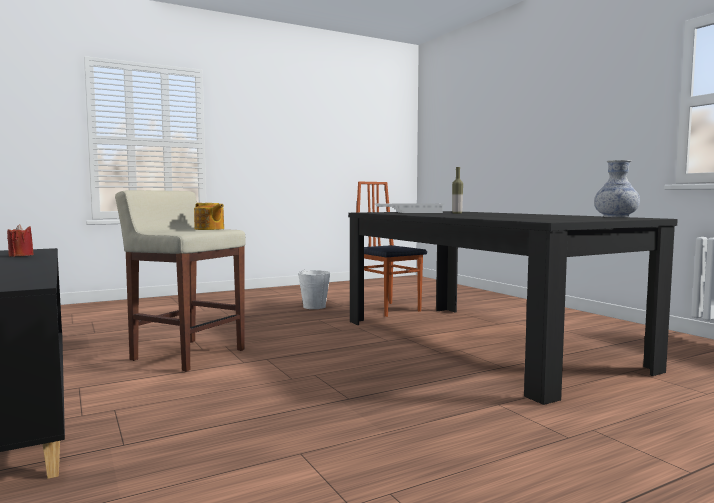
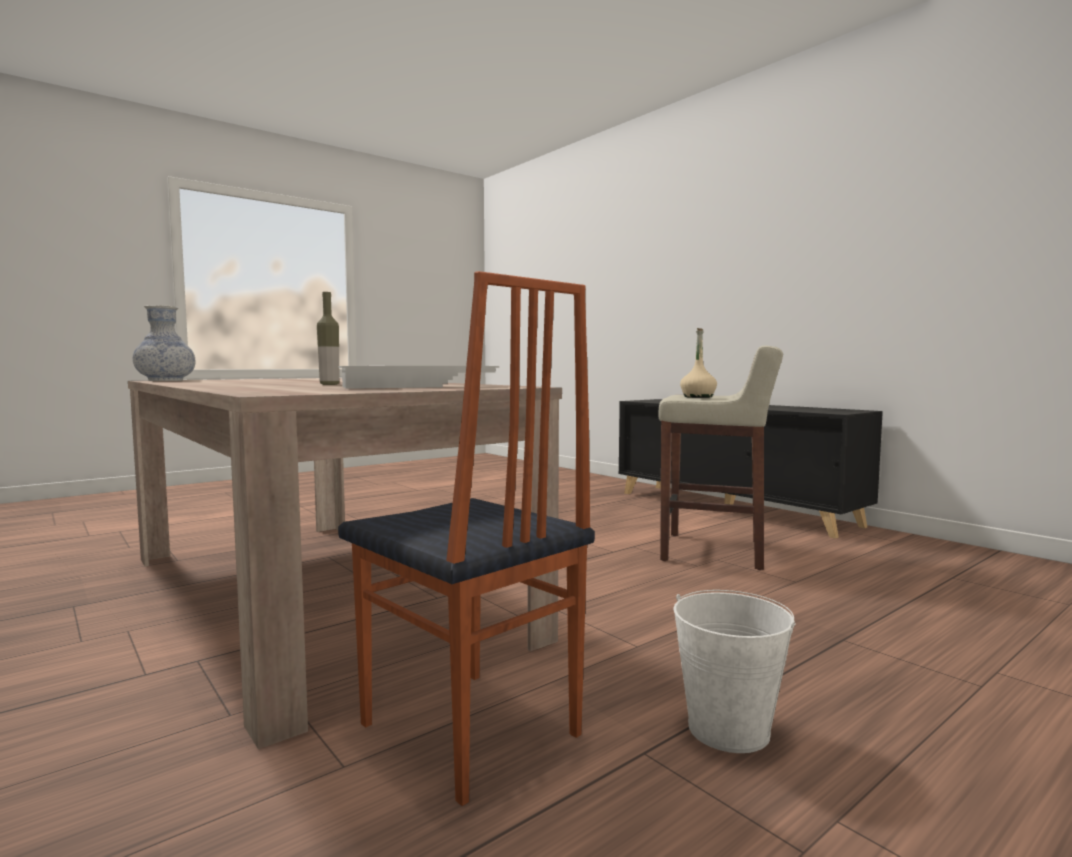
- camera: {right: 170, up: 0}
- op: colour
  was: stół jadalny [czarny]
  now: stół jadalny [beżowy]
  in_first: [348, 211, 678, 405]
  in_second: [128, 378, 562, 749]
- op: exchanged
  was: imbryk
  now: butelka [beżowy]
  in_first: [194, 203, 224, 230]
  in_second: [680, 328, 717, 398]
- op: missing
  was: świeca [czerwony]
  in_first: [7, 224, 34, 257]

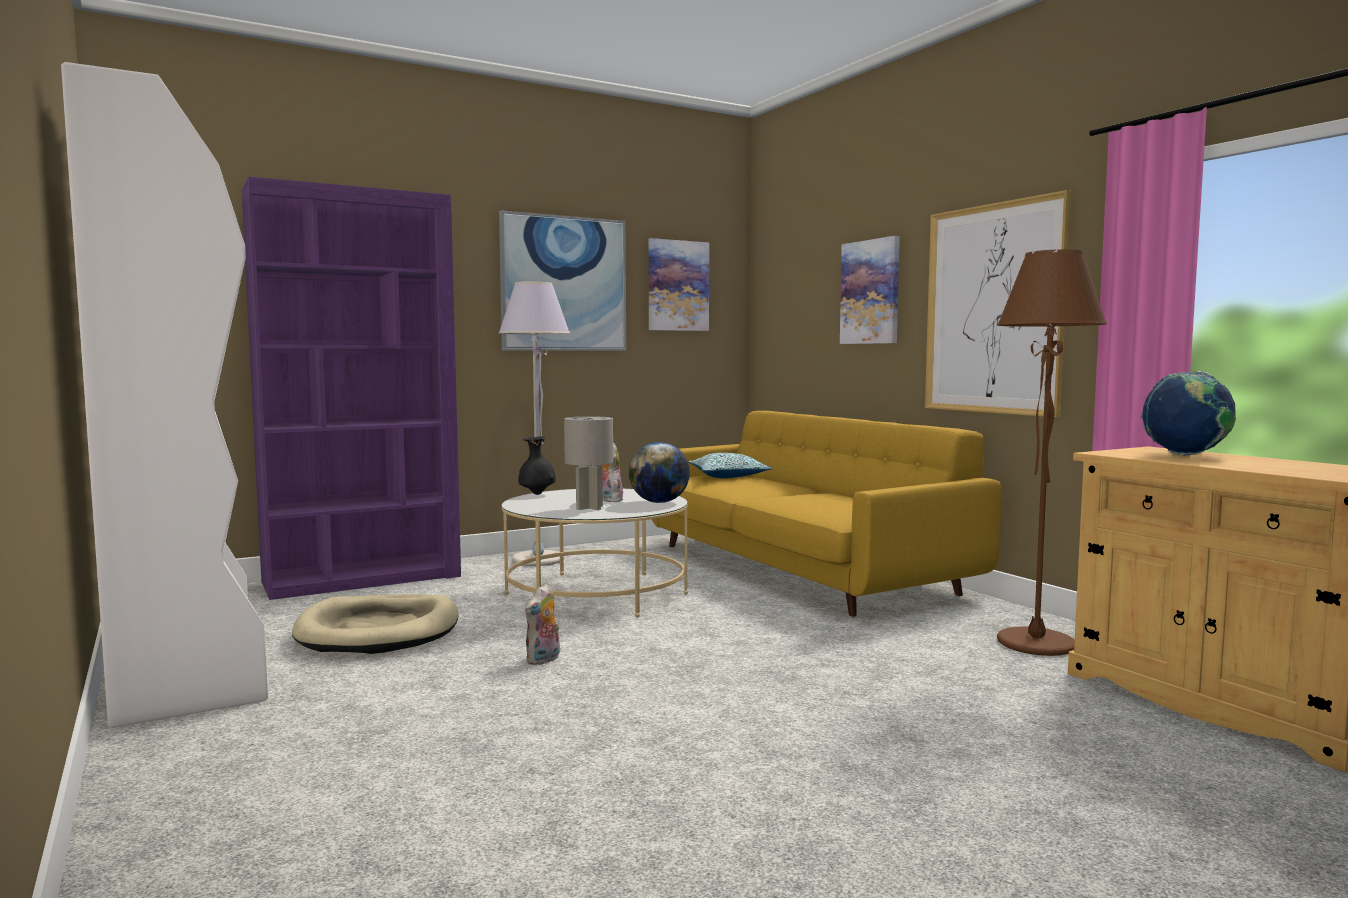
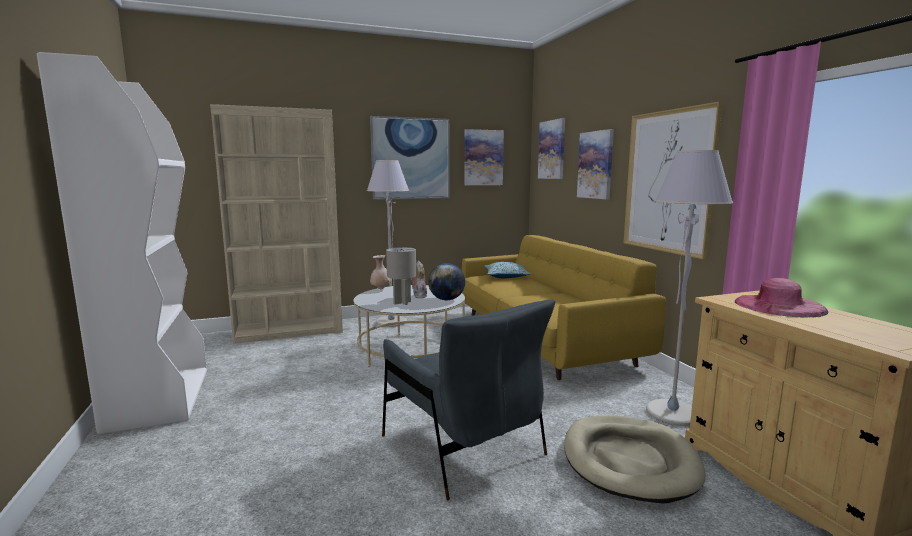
- camera: {right: 10, up: 5}
- op: colour
  was: regał [fioletowy]
  now: regał [beżowy]
  in_first: [241, 176, 461, 600]
  in_second: [210, 104, 343, 344]
- op: colour
  was: wazon [czarny]
  now: wazon [beżowy]
  in_first: [518, 437, 556, 495]
  in_second: [370, 255, 392, 290]
- op: appeared
  now: fotel [szary]
  in_second: [382, 300, 556, 500]
- op: appeared
  now: obraz
  in_second: [538, 118, 565, 179]
- op: relocated
  was: legowisko [beżowy]
  in_first: [292, 594, 458, 654]
  in_second: [564, 416, 706, 504]
- op: colour
  was: lampa stojąca [brązowy]
  now: lampa stojąca [szary]
  in_first: [997, 249, 1107, 656]
  in_second: [646, 150, 733, 426]
- op: exchanged
  was: globus
  now: kapelusz [różowy]
  in_first: [1141, 371, 1236, 456]
  in_second: [735, 278, 828, 317]
- op: missing
  was: pluszak
  in_first: [525, 584, 560, 665]

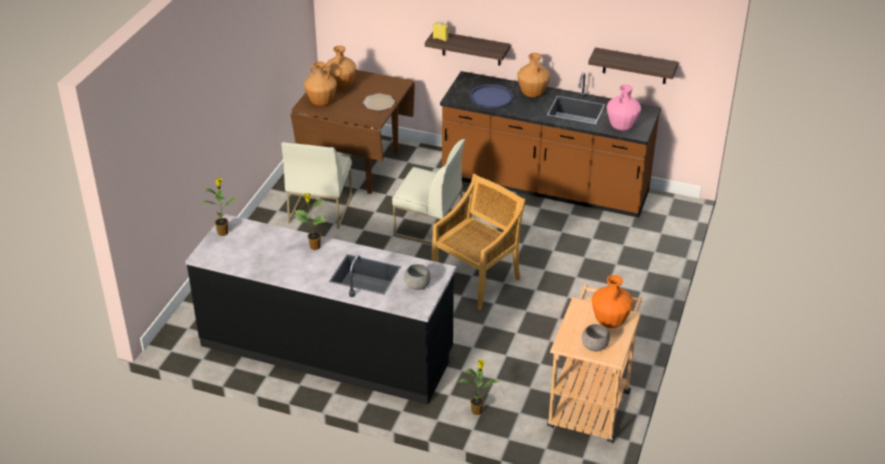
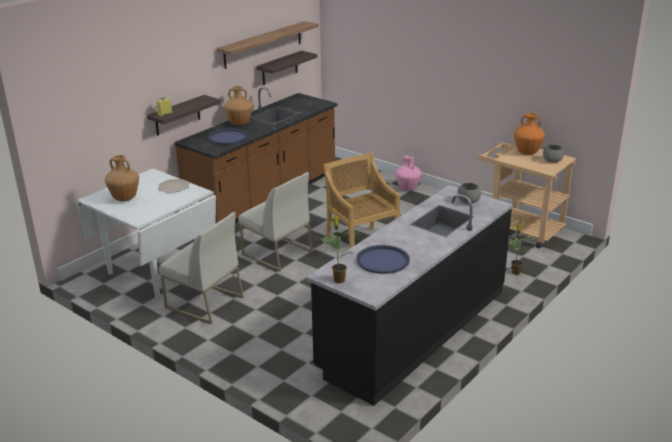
- camera: {right: -70, up: -10}
- op: colour
  was: stół jadalny [brązowy]
  now: stół jadalny [biały]
  in_first: [291, 70, 415, 194]
  in_second: [76, 169, 216, 299]
- op: appeared
  now: półka
  in_second: [217, 21, 318, 69]
- op: spun
  was: krzesło [biały]
  in_first: [392, 139, 465, 245]
  in_second: [239, 172, 313, 272]
  clockwise: 90
- op: appeared
  now: taca [niebieski]
  in_second: [356, 245, 410, 274]
- op: relocated
  was: wazon [różowy]
  in_first: [607, 84, 641, 131]
  in_second: [395, 155, 422, 191]
- op: missing
  was: roślina doniczkowa
  in_first: [295, 193, 327, 250]
- op: missing
  was: wazon [brązowy]
  in_first: [304, 61, 337, 106]

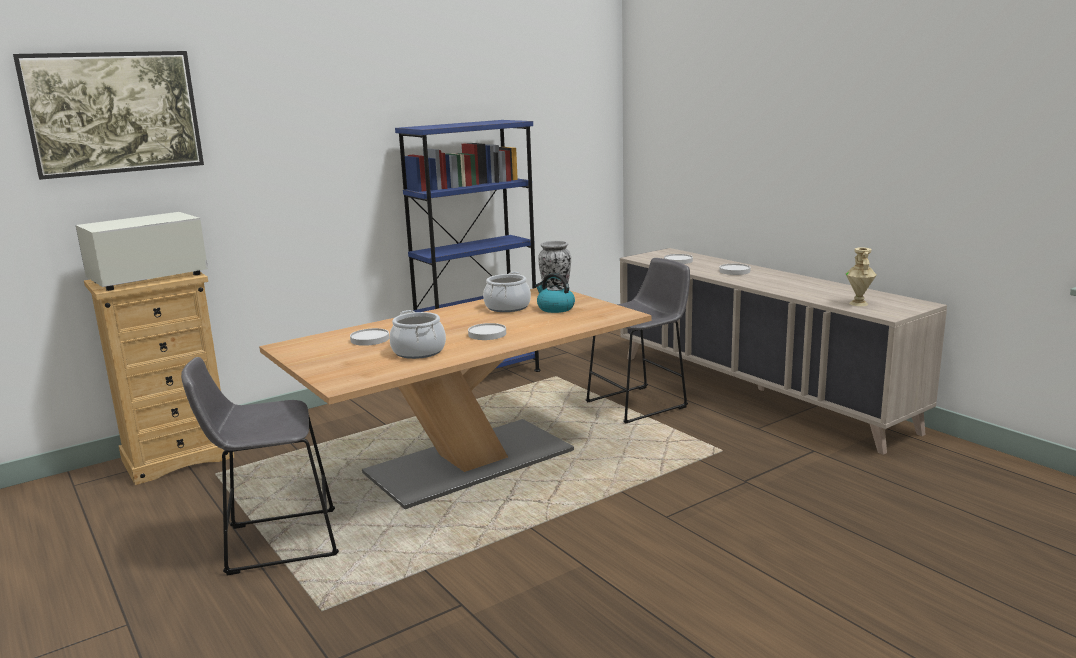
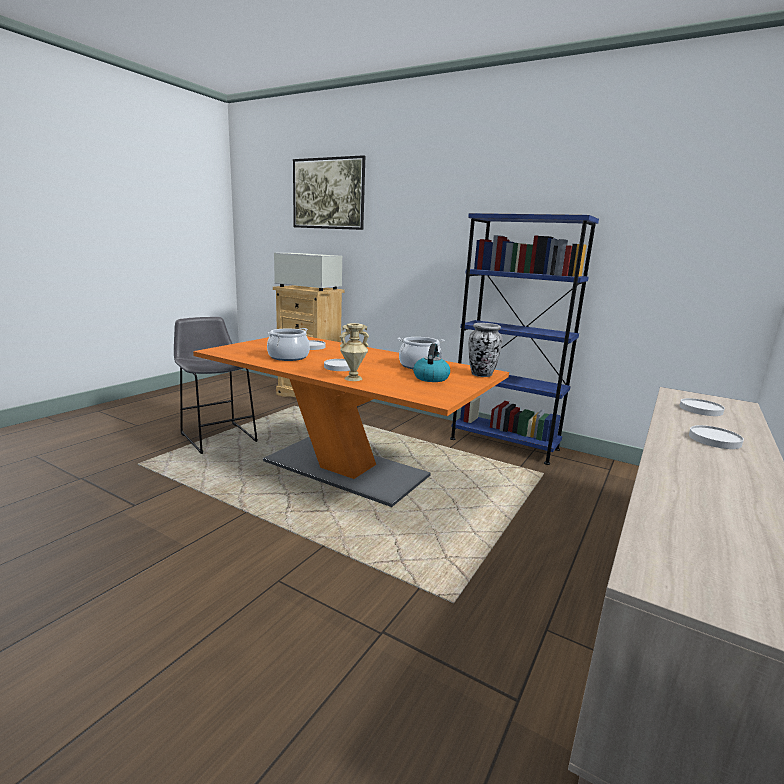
- camera: {right: 65, up: 0}
- op: colour
  was: stół jadalny [beżowy]
  now: stół jadalny [pomarańczowy]
  in_first: [259, 288, 651, 509]
  in_second: [193, 336, 509, 507]
- op: relocated
  was: wazon [beżowy]
  in_first: [846, 247, 877, 306]
  in_second: [340, 323, 369, 381]
- op: missing
  was: stołek [szary]
  in_first: [586, 258, 690, 423]

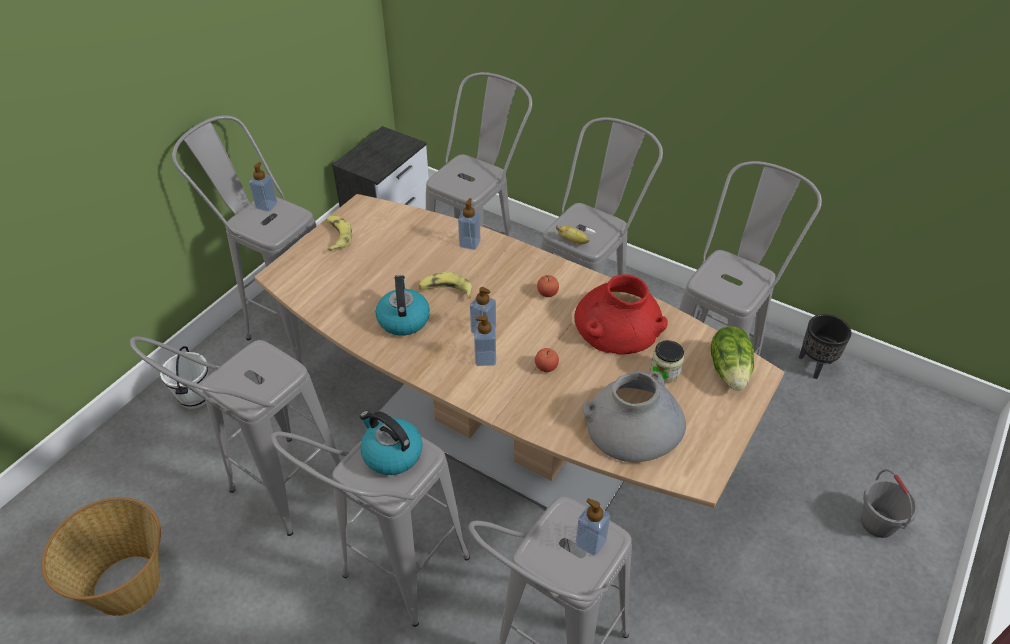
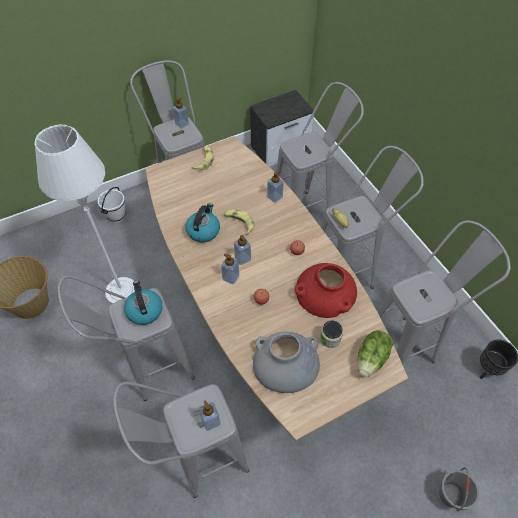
- camera: {right: 30, up: 10}
- op: exchanged
  was: stołek [szary]
  now: lampa stojąca [biały]
  in_first: [130, 336, 341, 536]
  in_second: [34, 125, 135, 304]

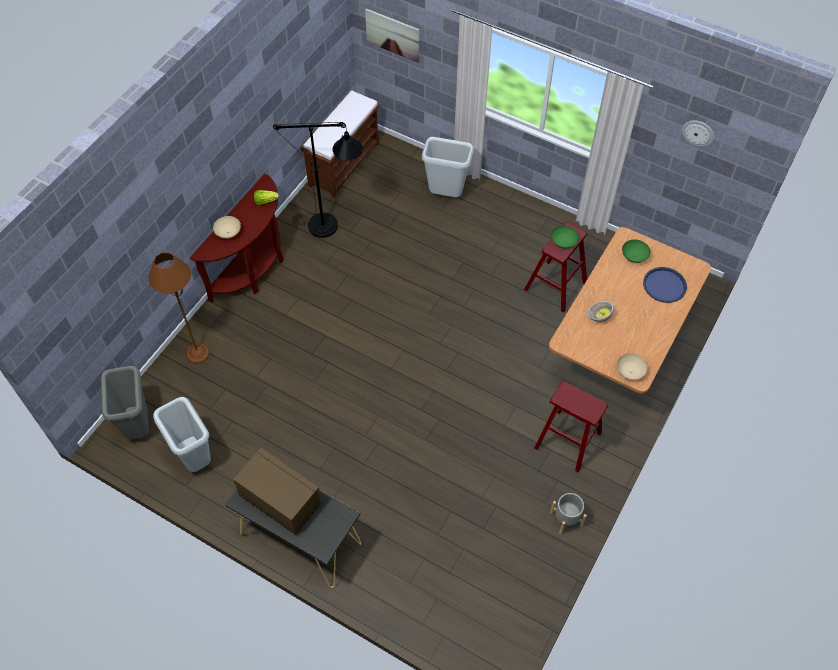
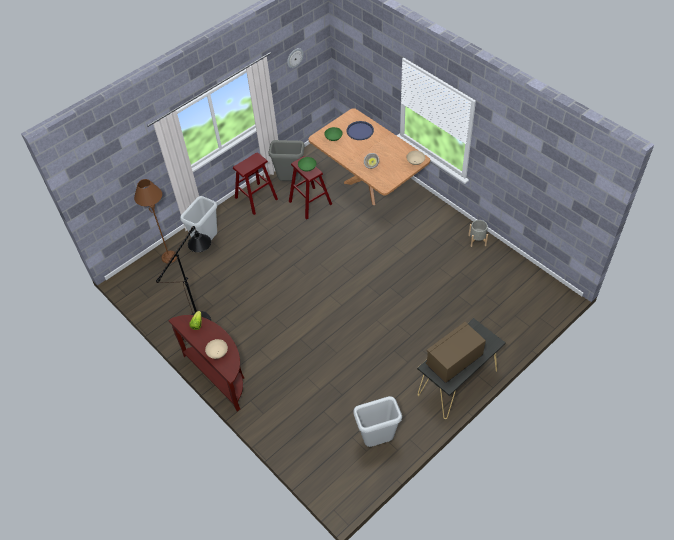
- camera: {right: -70, up: -5}
- op: relocated
  was: lampa stojąca [brązowy]
  in_first: [149, 252, 210, 363]
  in_second: [134, 179, 177, 263]
- op: relocated
  was: stołek [czerwony]
  in_first: [534, 381, 608, 473]
  in_second: [233, 152, 278, 215]
- op: relocated
  was: kosz na śmieci [szary]
  in_first: [101, 366, 149, 440]
  in_second: [269, 140, 305, 181]
- op: missing
  was: ławka [brązowy]
  in_first: [300, 90, 380, 198]
- op: missing
  was: obraz
  in_first: [365, 8, 419, 63]

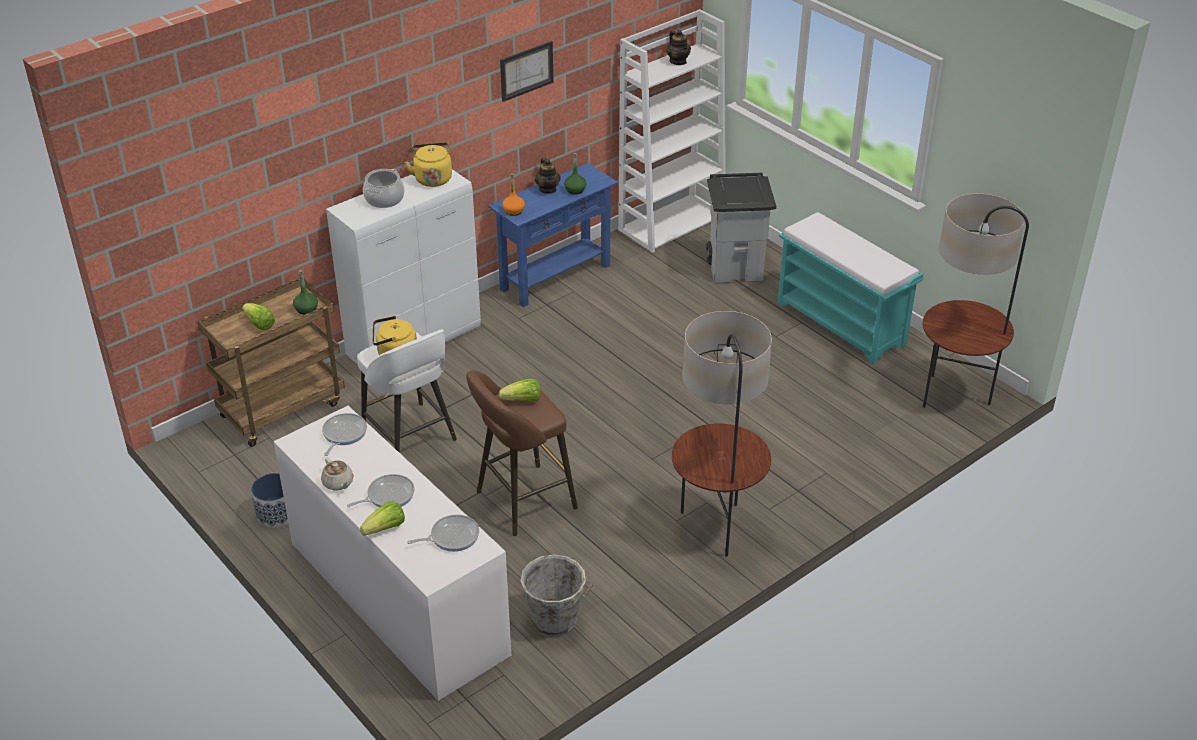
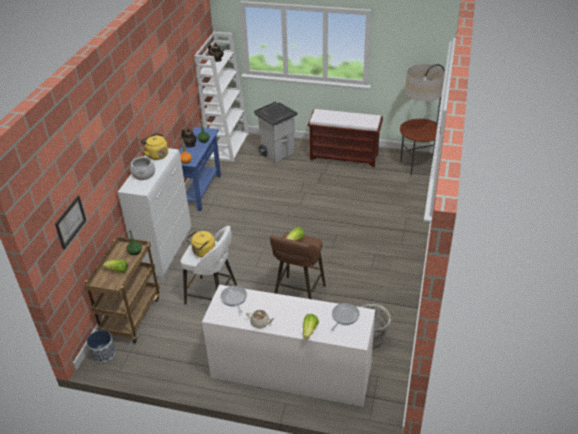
- camera: {right: -35, up: 0}
- op: relocated
  was: obraz
  in_first: [500, 41, 554, 102]
  in_second: [55, 195, 86, 250]
- op: relocated
  was: donica
  in_first: [251, 473, 288, 527]
  in_second: [86, 330, 116, 363]
- op: colour
  was: ławka [turkusowy]
  now: ławka [brązowy]
  in_first: [777, 212, 923, 364]
  in_second: [307, 109, 383, 167]
- op: missing
  was: patelnia
  in_first: [347, 474, 415, 508]
- op: missing
  was: lampa stojąca
  in_first: [672, 311, 772, 557]

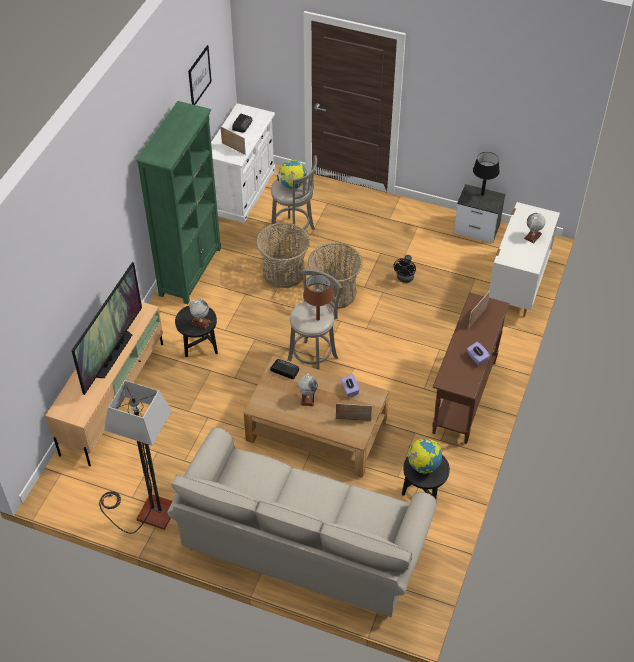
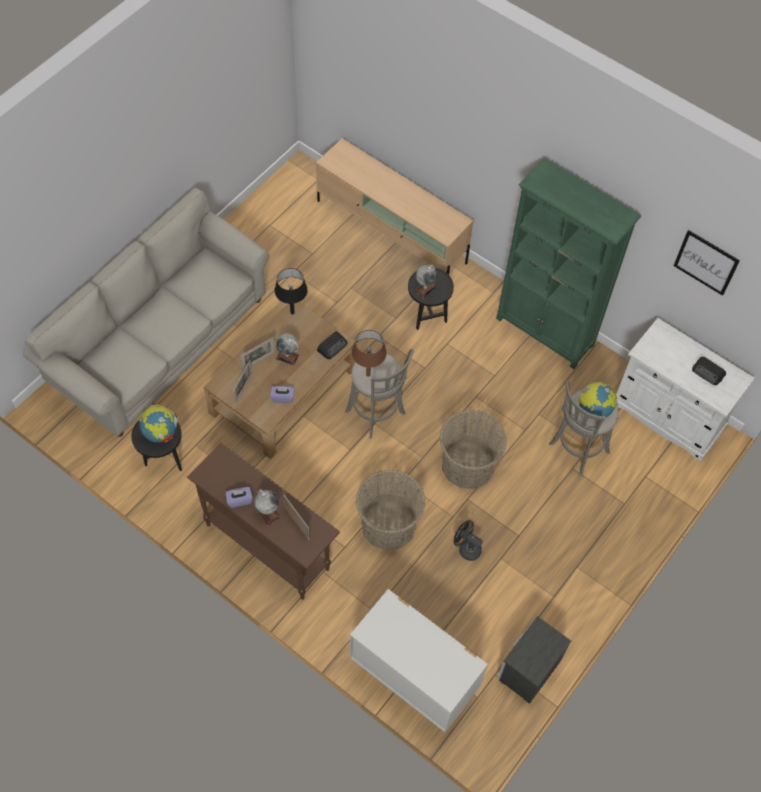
- camera: {right: 105, up: 10}
- op: relocated
  was: ramka na zdjęcie
  in_first: [220, 126, 246, 155]
  in_second: [240, 337, 275, 370]
- op: relocated
  was: globus
  in_first: [524, 213, 545, 243]
  in_second: [255, 489, 281, 525]
- op: relocated
  was: lampa stołowa [czarny]
  in_first: [473, 152, 500, 196]
  in_second: [275, 268, 308, 315]
- op: relocated
  was: koszyk
  in_first: [256, 223, 310, 288]
  in_second: [356, 470, 425, 550]
- op: missing
  was: telewizor
  in_first: [71, 262, 142, 395]
- op: missing
  was: lampa stojąca
  in_first: [99, 380, 172, 534]

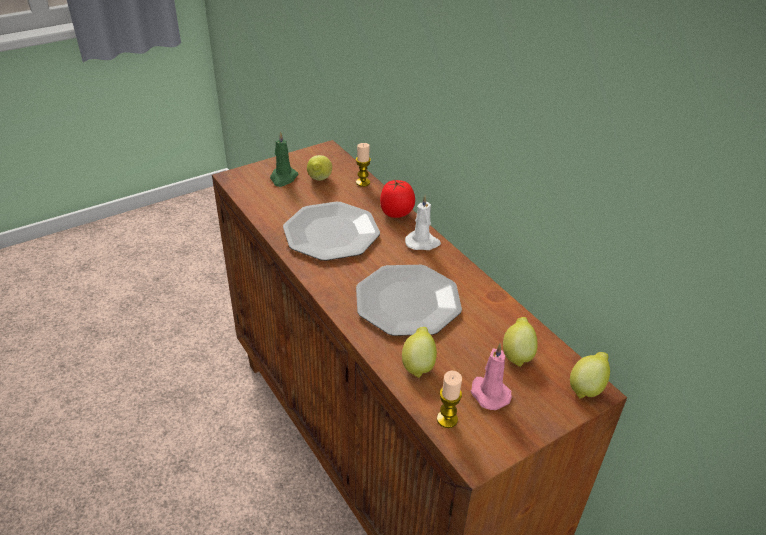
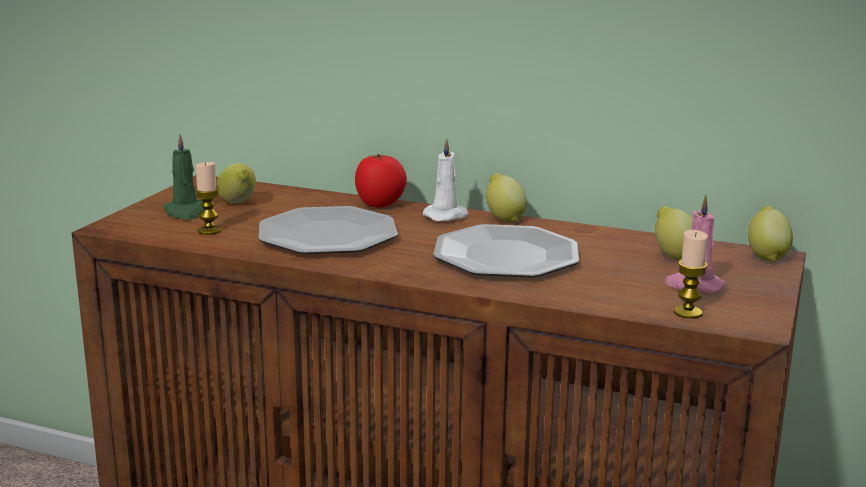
- camera: {right: -35, up: -20}
- op: relocated
  was: świeca
  in_first: [356, 143, 371, 187]
  in_second: [195, 162, 221, 235]
- op: relocated
  was: cytryna
  in_first: [402, 327, 437, 378]
  in_second: [486, 173, 527, 222]

